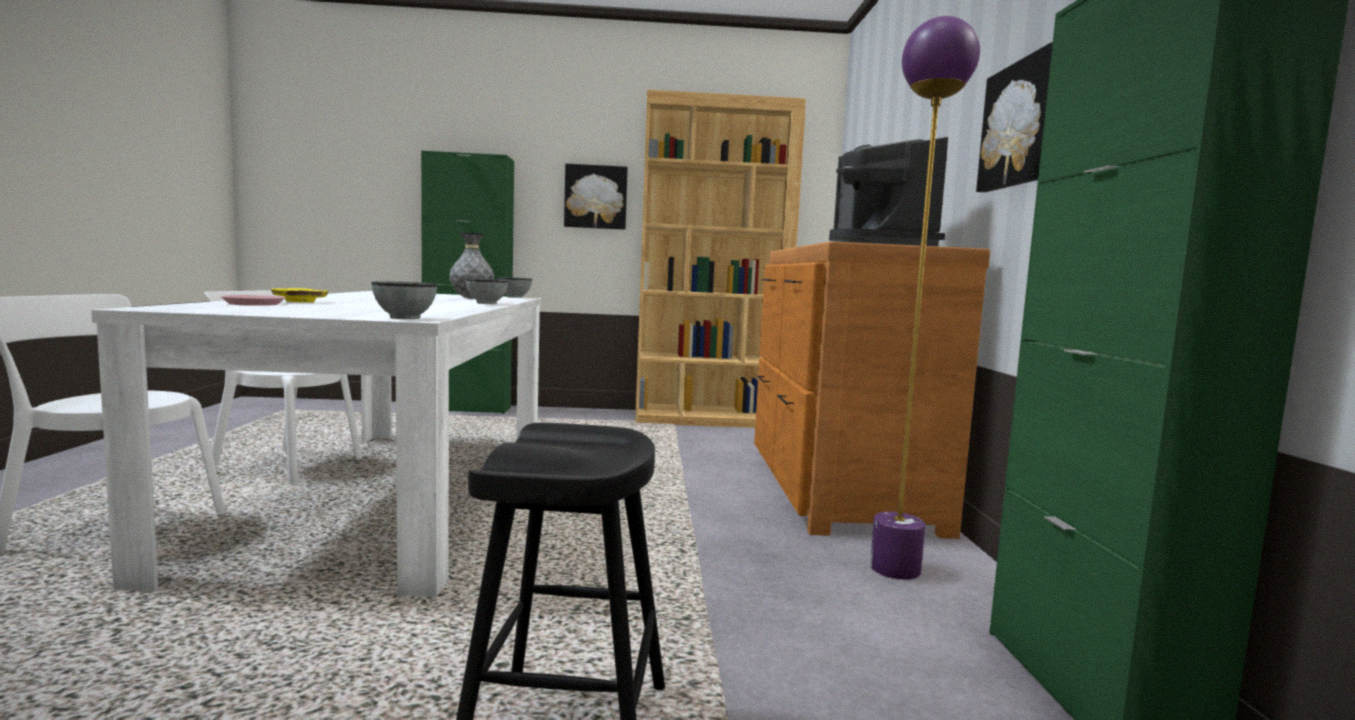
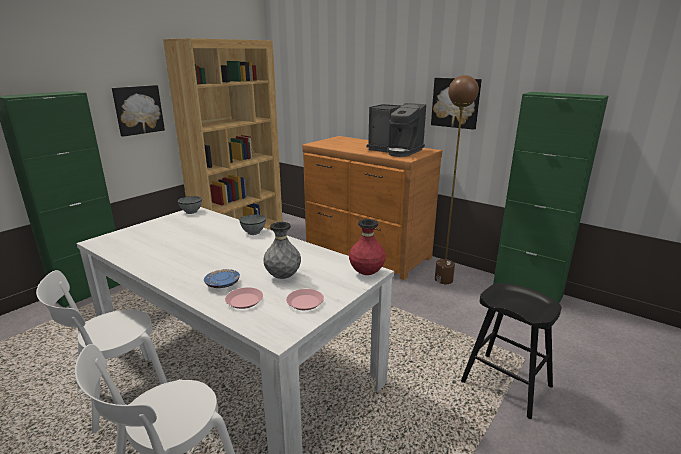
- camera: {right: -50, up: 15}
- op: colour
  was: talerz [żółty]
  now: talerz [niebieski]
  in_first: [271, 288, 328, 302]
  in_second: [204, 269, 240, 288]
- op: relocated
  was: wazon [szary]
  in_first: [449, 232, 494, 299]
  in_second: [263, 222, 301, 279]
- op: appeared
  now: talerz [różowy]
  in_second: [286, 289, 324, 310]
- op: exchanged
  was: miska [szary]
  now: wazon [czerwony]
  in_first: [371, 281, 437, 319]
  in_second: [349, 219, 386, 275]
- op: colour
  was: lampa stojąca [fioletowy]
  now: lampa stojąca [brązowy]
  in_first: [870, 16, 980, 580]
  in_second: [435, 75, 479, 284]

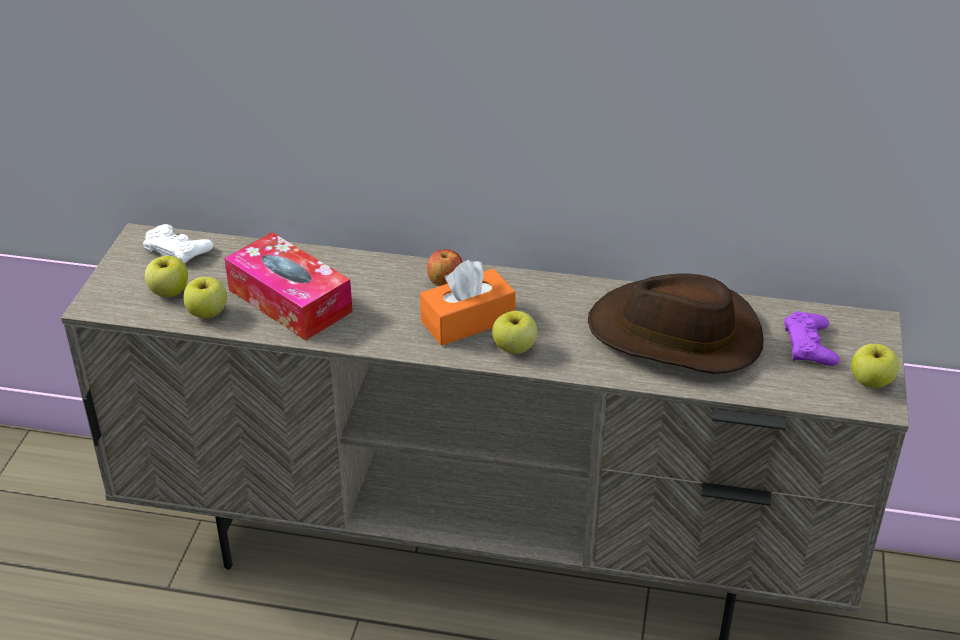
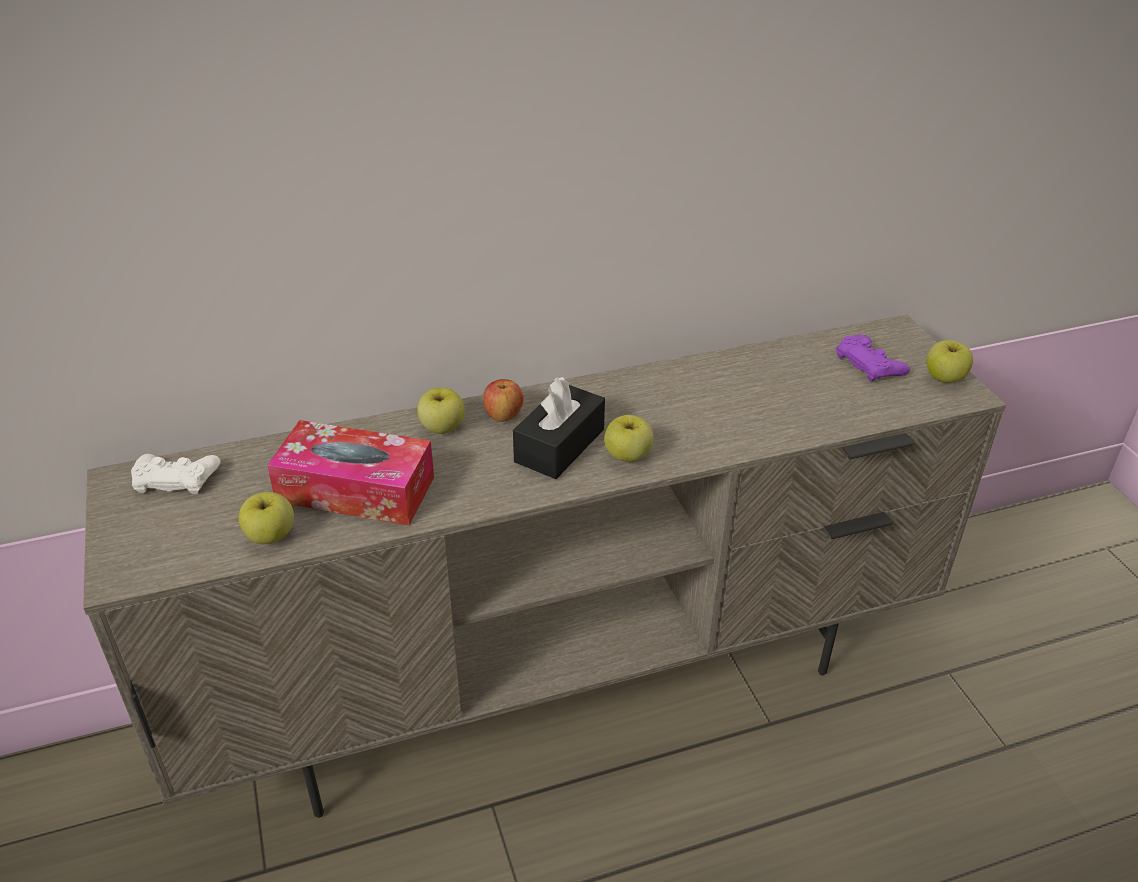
- camera: {right: -30, up: 0}
- op: relocated
  was: jabłko
  in_first: [145, 256, 188, 297]
  in_second: [417, 387, 465, 434]
- op: colour
  was: pudełko chusteczek [pomarańczowy]
  now: pudełko chusteczek [czarny]
  in_first: [420, 260, 516, 346]
  in_second: [513, 377, 605, 479]
- op: missing
  was: kapelusz [brązowy]
  in_first: [588, 274, 764, 374]

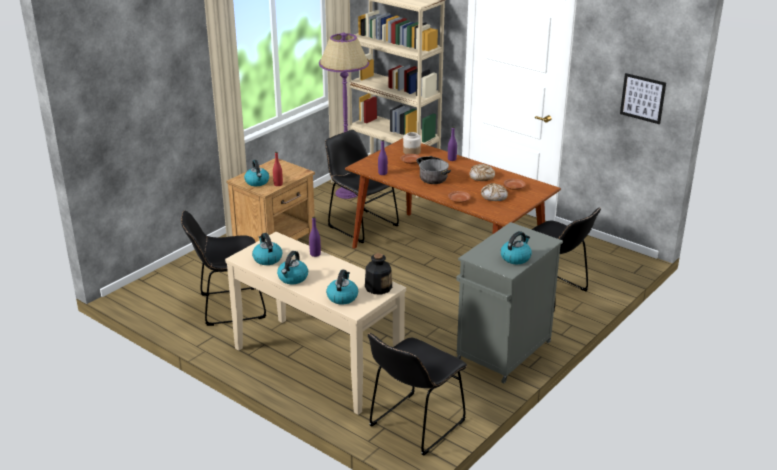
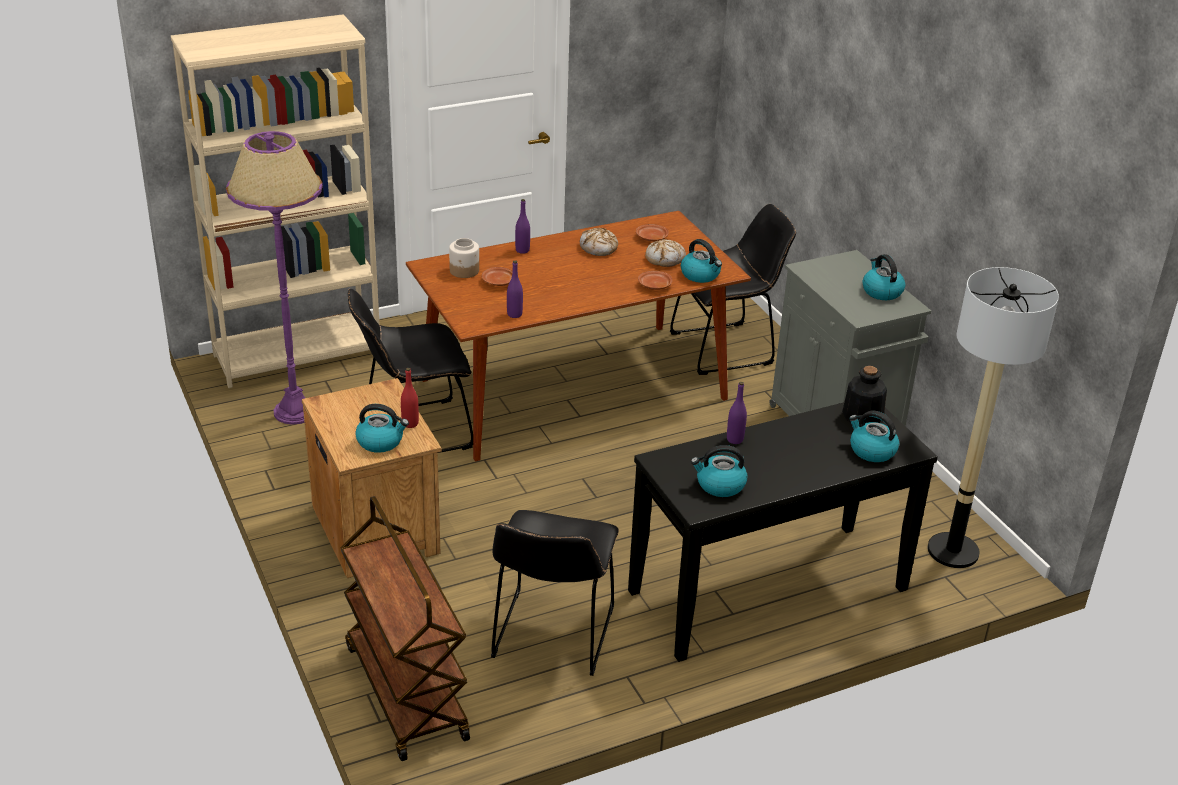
- camera: {right: -65, up: 5}
- op: appeared
  now: wózek [brązowy]
  in_second: [341, 496, 470, 761]
- op: colour
  was: stolik konsolowy [beżowy]
  now: stolik konsolowy [czarny]
  in_first: [225, 232, 406, 415]
  in_second: [628, 402, 938, 662]
- op: relocated
  was: czajnik
  in_first: [277, 251, 308, 284]
  in_second: [681, 239, 722, 283]
- op: exchanged
  was: krzesło [czarny]
  now: lampa stojąca
  in_first: [368, 333, 467, 456]
  in_second: [928, 267, 1059, 568]
- op: missing
  was: garnek
  in_first: [416, 156, 451, 184]
- op: missing
  was: obraz
  in_first: [620, 73, 666, 124]

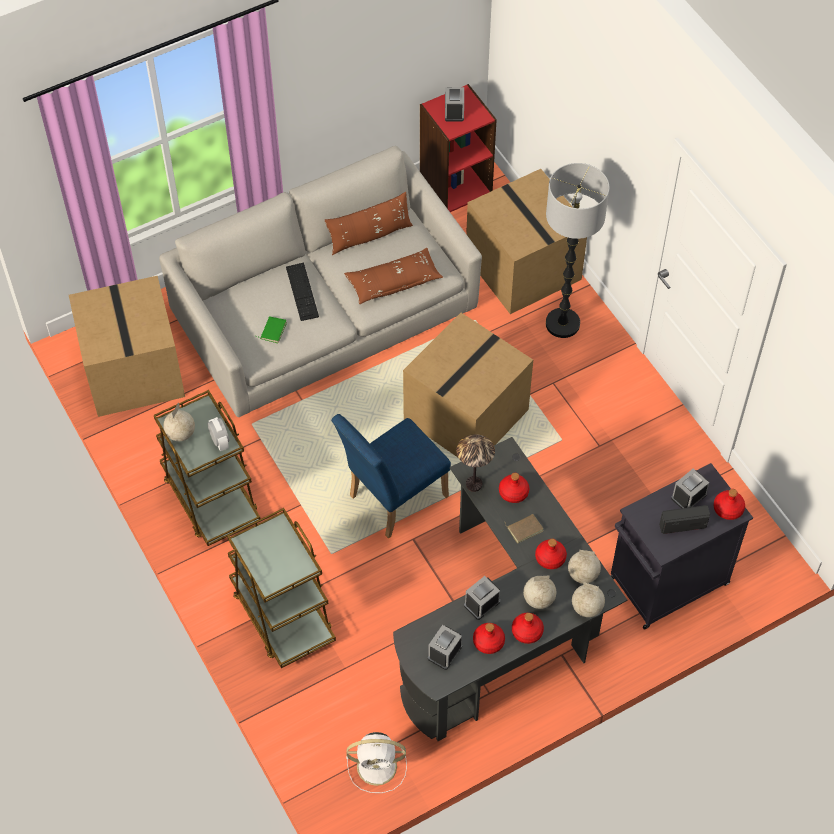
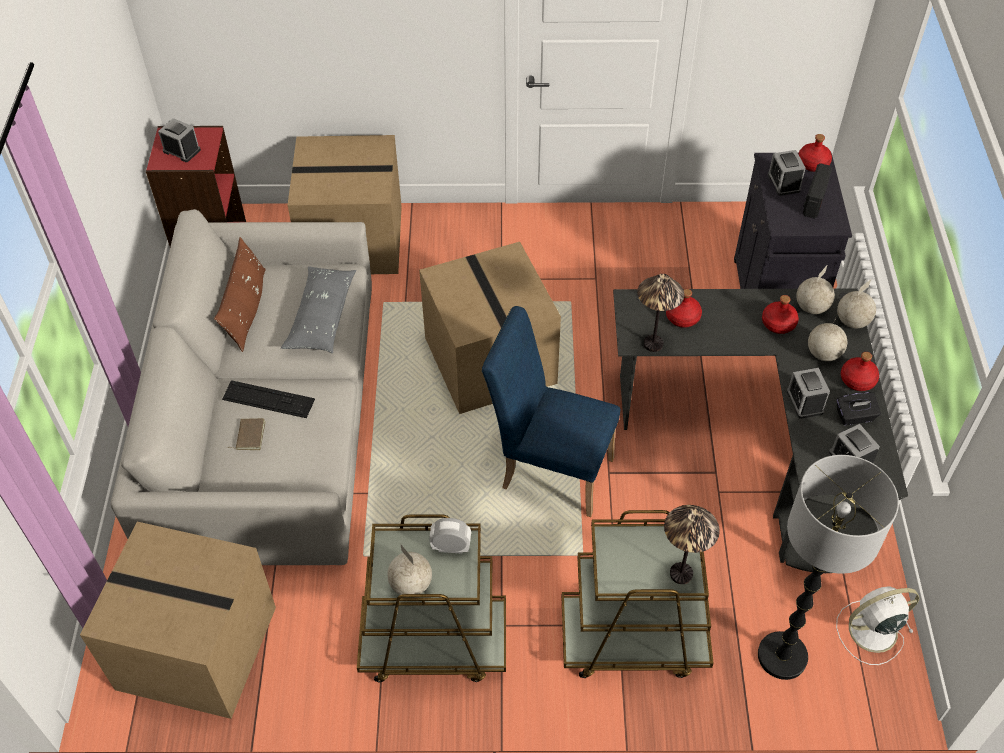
- camera: {right: -60, up: -5}
- op: relocated
  was: książka [brązowy]
  in_first: [504, 514, 543, 544]
  in_second: [228, 418, 266, 450]
- op: colour
  was: poduszka [brązowy]
  now: poduszka [szary]
  in_first: [344, 248, 443, 305]
  in_second: [281, 266, 356, 353]
- op: spun
  was: krzesło [niebieski]
  in_first: [331, 414, 451, 539]
  in_second: [482, 306, 620, 517]
  clockwise: 120
- op: appeared
  now: lampa stołowa
  in_second: [664, 505, 720, 584]
- op: relocated
  was: lampa stojąca
  in_first: [546, 163, 609, 338]
  in_second: [758, 455, 899, 680]
- op: spun
  was: wentylator [biały]
  in_first: [346, 732, 407, 793]
  in_second: [836, 586, 919, 665]
  clockwise: -135
- op: exchanged
  was: butelka [czerwony]
  now: pudełko chusteczek [czarny]
  in_first: [473, 623, 505, 654]
  in_second: [837, 392, 881, 425]
- op: missing
  was: książka [zielony]
  in_first: [257, 316, 287, 343]

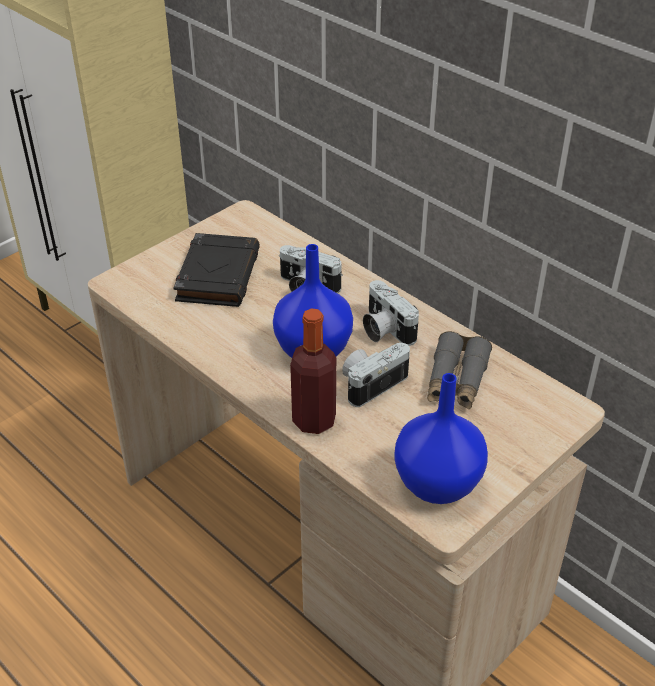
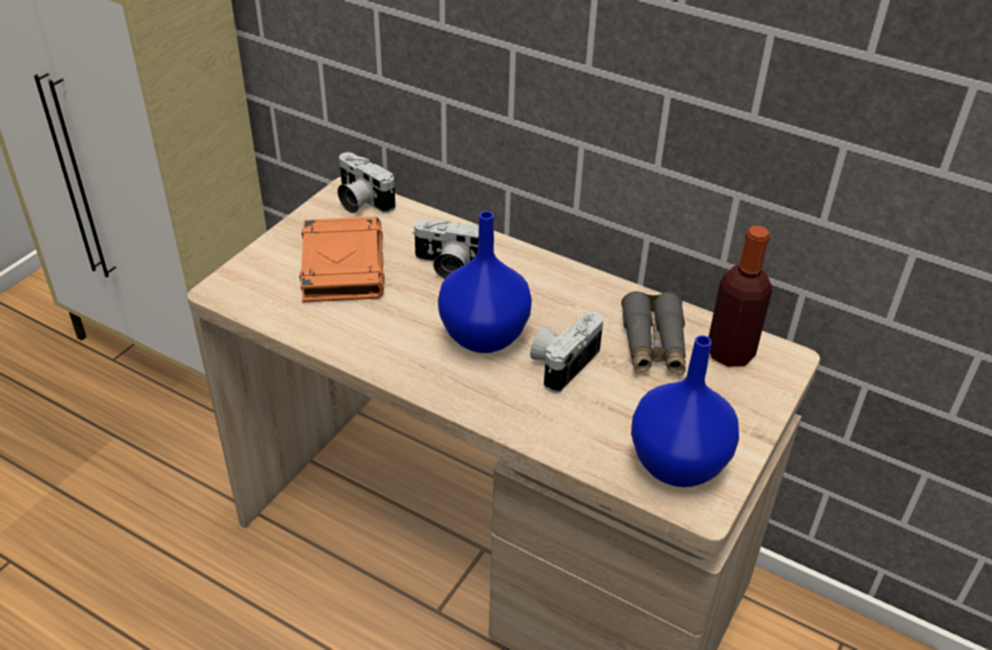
- camera: {right: -15, up: 0}
- op: colour
  was: książka [czarny]
  now: książka [pomarańczowy]
  in_first: [173, 233, 260, 307]
  in_second: [299, 217, 385, 303]
- op: relocated
  was: aparat fotograficzny
  in_first: [363, 280, 419, 346]
  in_second: [338, 152, 395, 213]
- op: relocated
  was: butelka
  in_first: [290, 309, 337, 434]
  in_second: [709, 226, 772, 367]

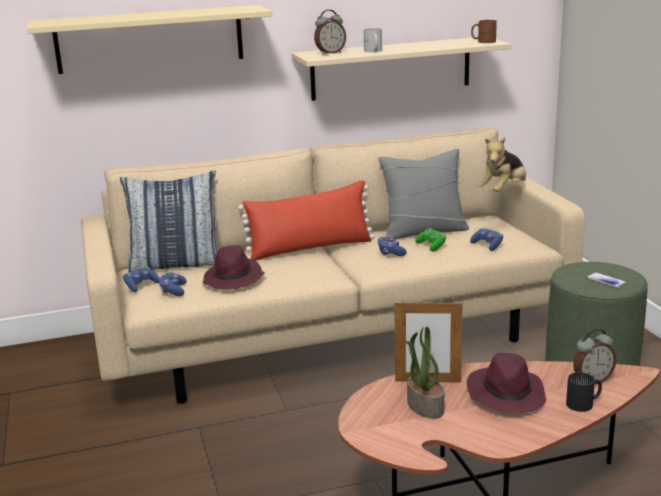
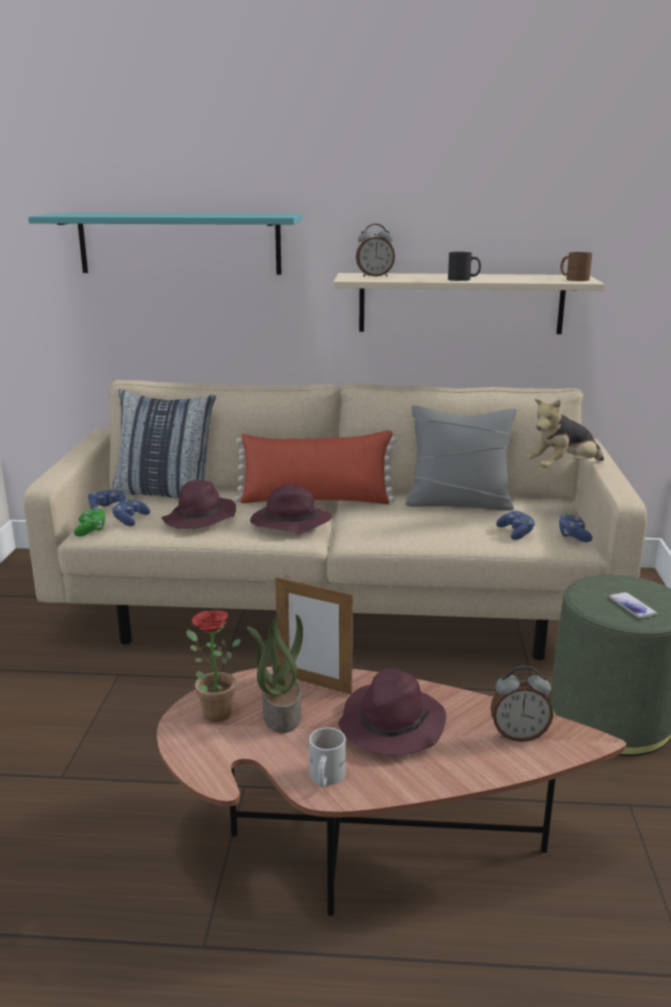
- camera: {right: 20, up: 0}
- op: colour
  was: półka [beżowy]
  now: półka [turkusowy]
  in_first: [27, 5, 272, 74]
  in_second: [28, 213, 302, 275]
- op: relocated
  was: pad do gier [zielony]
  in_first: [415, 228, 447, 251]
  in_second: [74, 507, 105, 536]
- op: appeared
  now: roślina doniczkowa
  in_second: [186, 610, 241, 721]
- op: appeared
  now: kapelusz [fioletowy]
  in_second: [250, 484, 332, 534]
- op: relocated
  was: kubek [biały]
  in_first: [364, 28, 382, 52]
  in_second: [309, 727, 346, 787]
- op: relocated
  was: kubek [czarny]
  in_first: [566, 372, 602, 412]
  in_second: [448, 252, 481, 281]
- op: relocated
  was: pad do gier [niebieski]
  in_first: [377, 236, 407, 256]
  in_second: [559, 513, 592, 542]

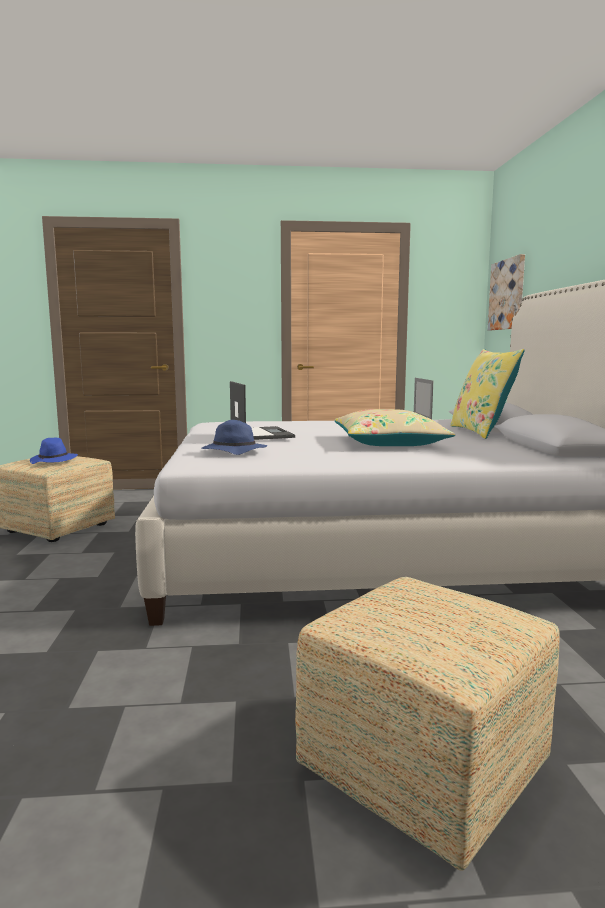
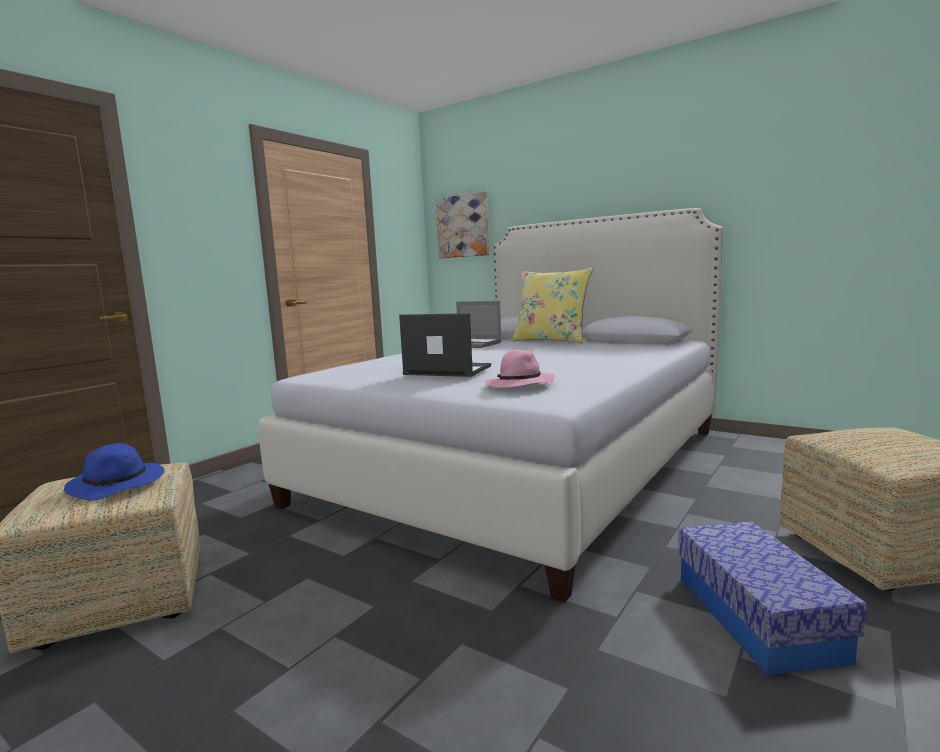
- camera: {right: -50, up: 0}
- op: colour
  was: kapelusz [niebieski]
  now: kapelusz [różowy]
  in_first: [201, 420, 267, 455]
  in_second: [485, 350, 555, 388]
- op: appeared
  now: pojemnik do przechowywania
  in_second: [678, 521, 867, 676]
- op: missing
  was: poduszka [beżowy]
  in_first: [335, 409, 455, 446]

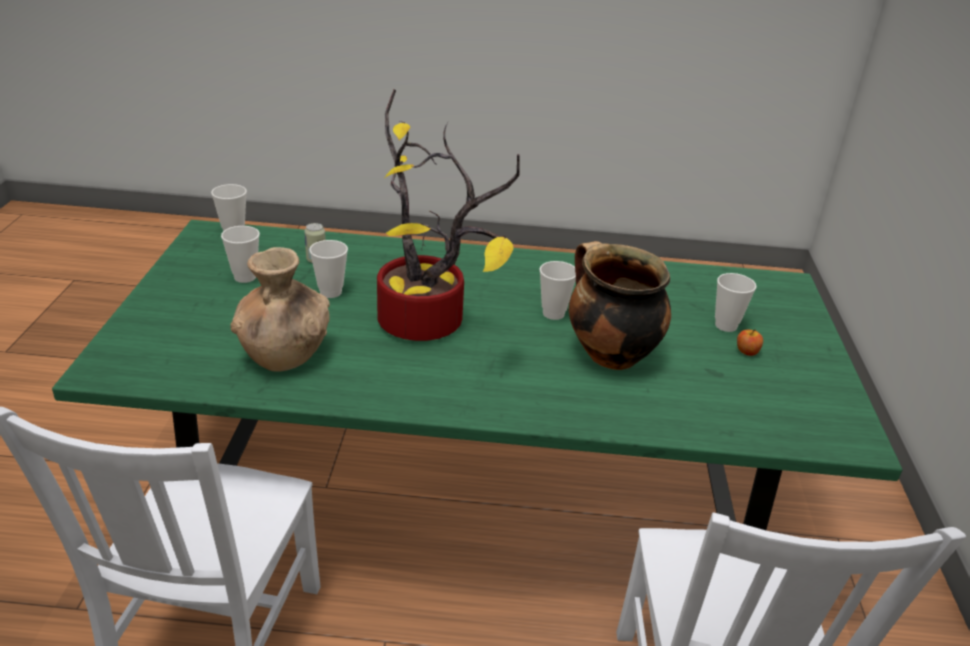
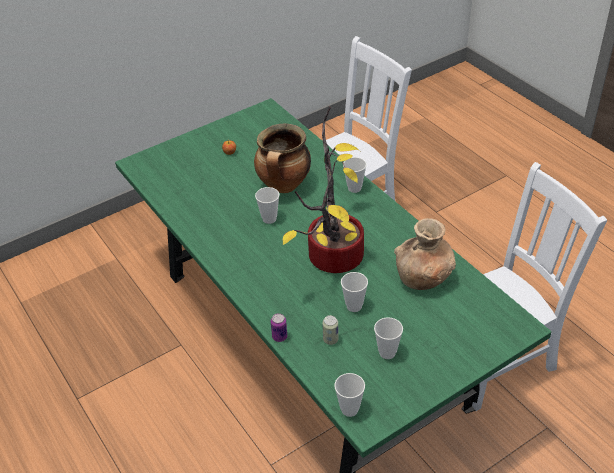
- camera: {right: -125, up: 10}
- op: appeared
  now: puszka
  in_second: [271, 313, 287, 342]
- op: relocated
  was: filiżanka
  in_first: [715, 273, 757, 332]
  in_second: [343, 157, 367, 193]

